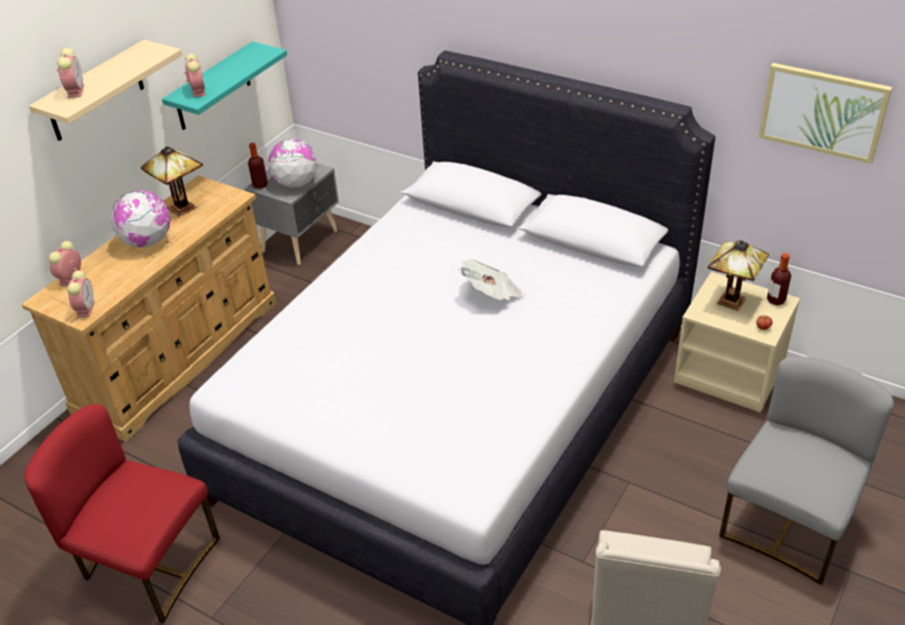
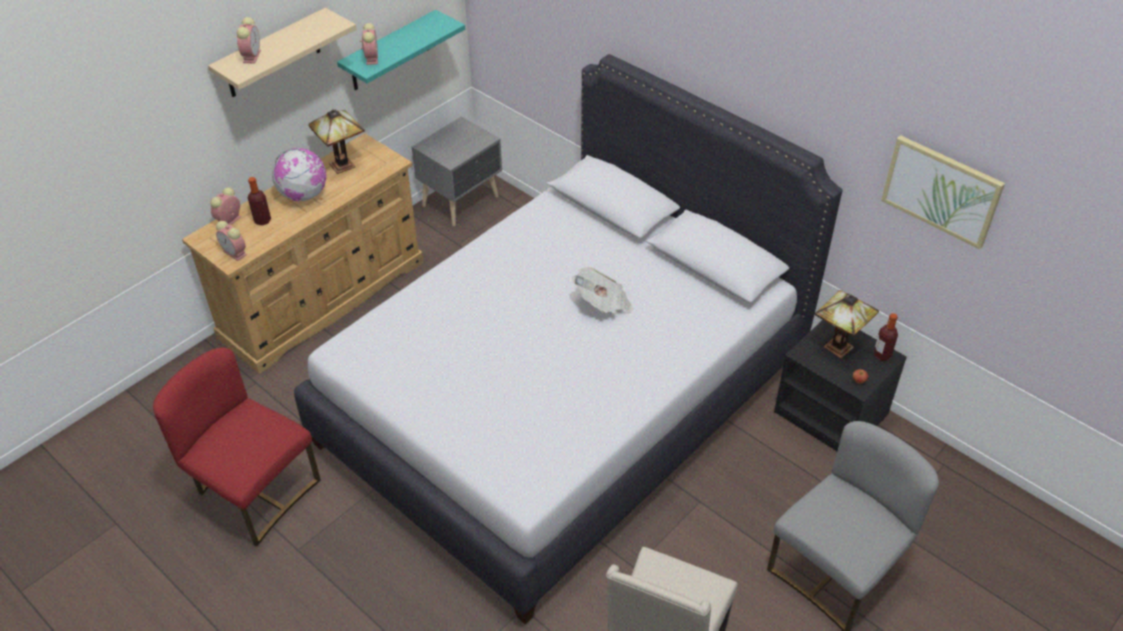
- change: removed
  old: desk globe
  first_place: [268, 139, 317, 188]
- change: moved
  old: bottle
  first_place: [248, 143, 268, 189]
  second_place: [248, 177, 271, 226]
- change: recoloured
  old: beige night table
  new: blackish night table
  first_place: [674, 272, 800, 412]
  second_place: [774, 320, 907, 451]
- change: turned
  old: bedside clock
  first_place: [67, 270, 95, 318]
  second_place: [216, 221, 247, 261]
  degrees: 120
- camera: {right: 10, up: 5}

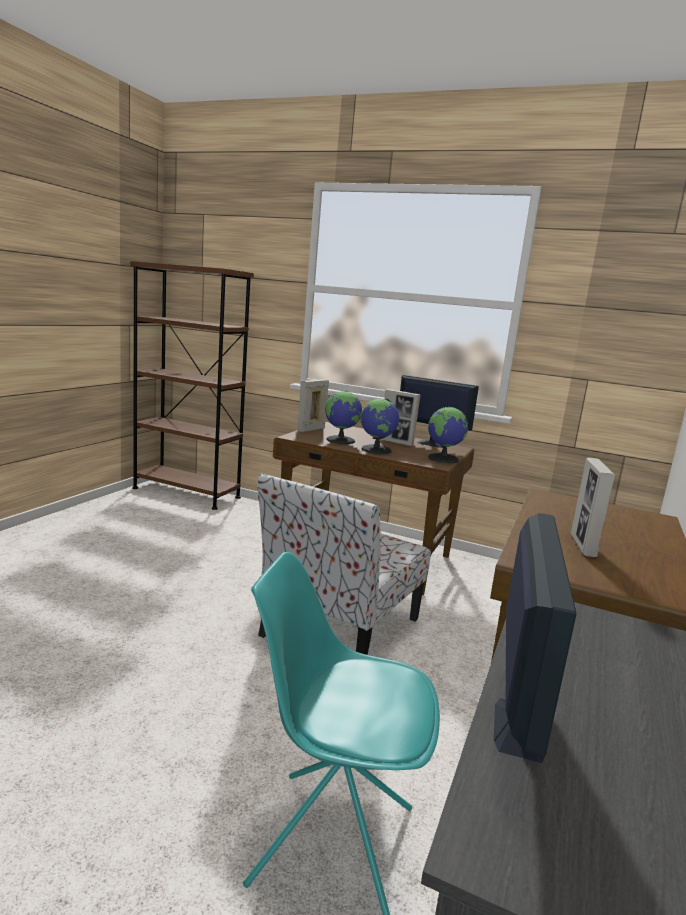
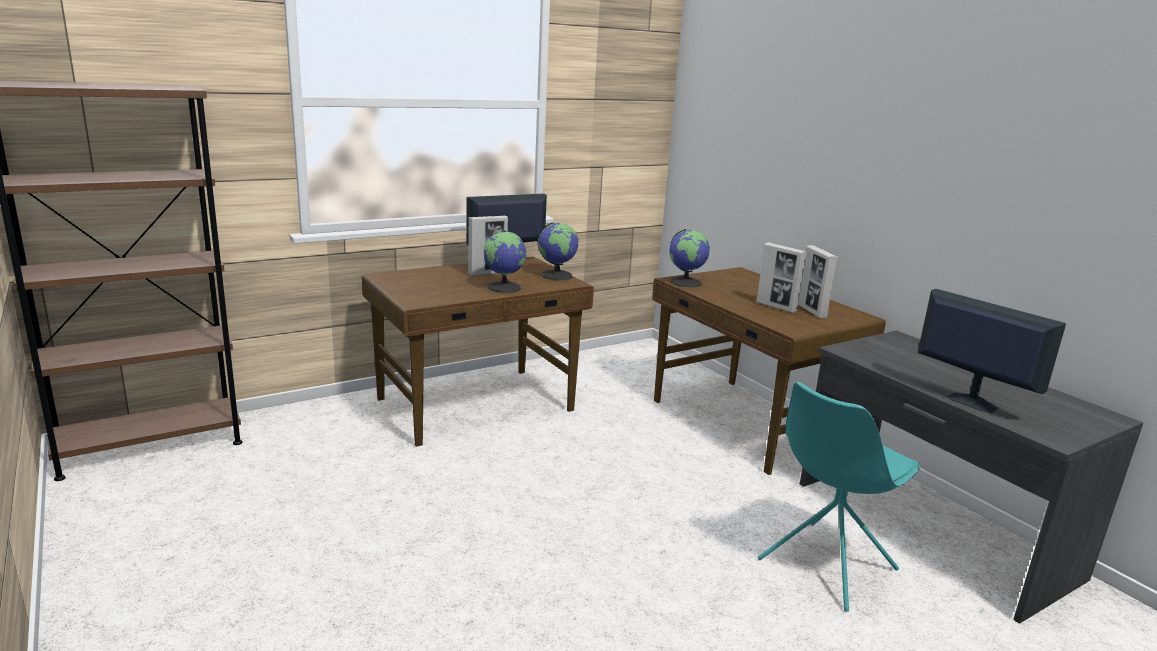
- change: removed
  old: plain chair
  first_place: [257, 473, 431, 655]
- change: moved
  old: photo frame
  first_place: [297, 379, 329, 432]
  second_place: [798, 245, 838, 318]
- change: moved
  old: desk globe
  first_place: [325, 390, 362, 444]
  second_place: [669, 229, 710, 287]
- camera: {right: -55, up: 5}

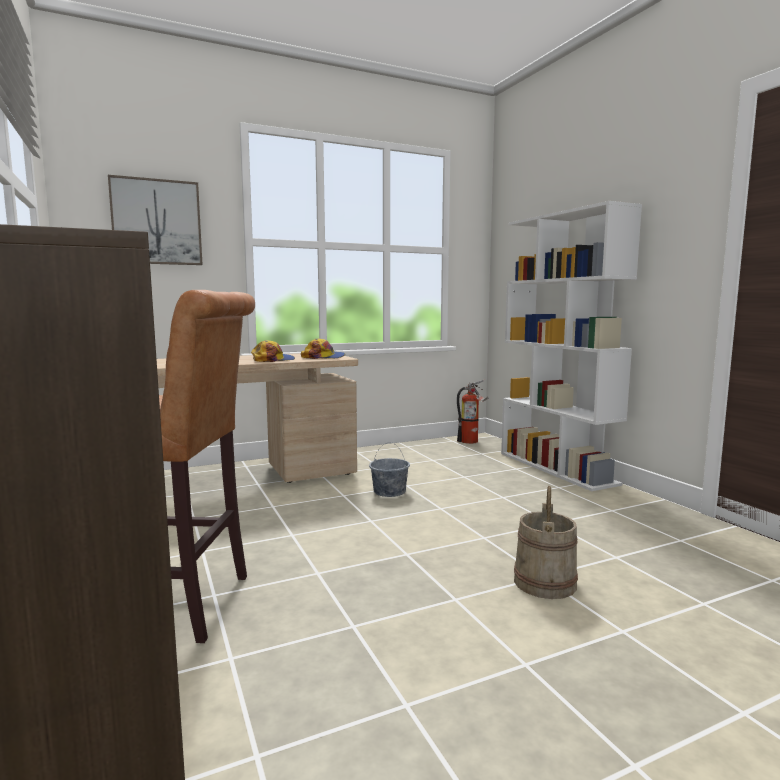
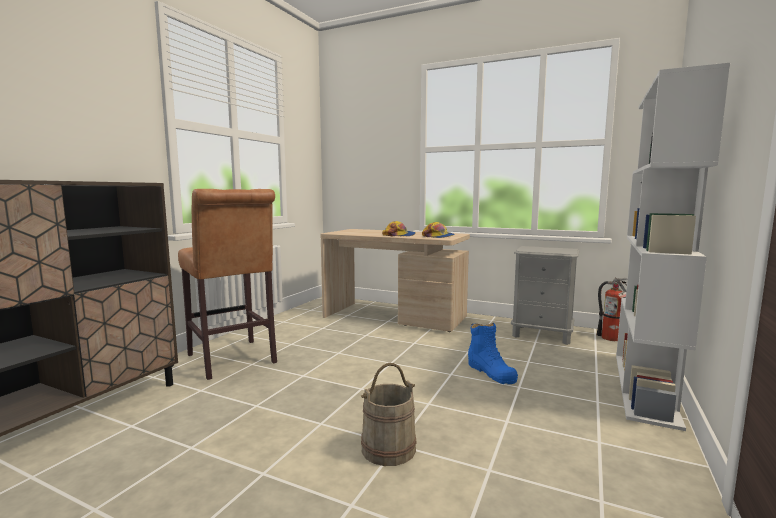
- change: removed
  old: picture
  first_place: [108, 175, 203, 265]
- change: removed
  old: grey water bucket
  first_place: [369, 442, 410, 497]
- change: added
  new: blue-coloured boot
  second_place: [468, 323, 518, 384]
- change: added
  new: grey night table
  second_place: [511, 246, 579, 345]
- camera: {right: 50, up: 0}

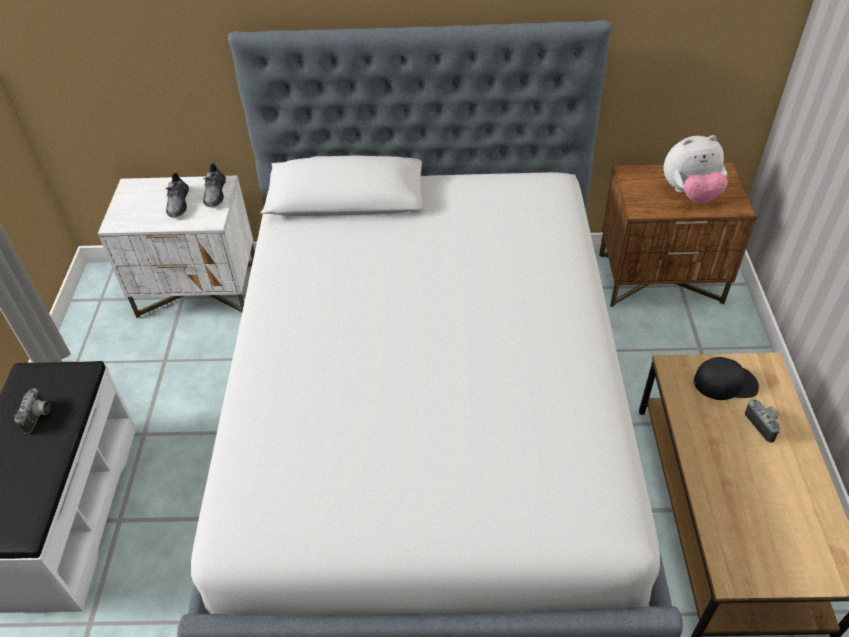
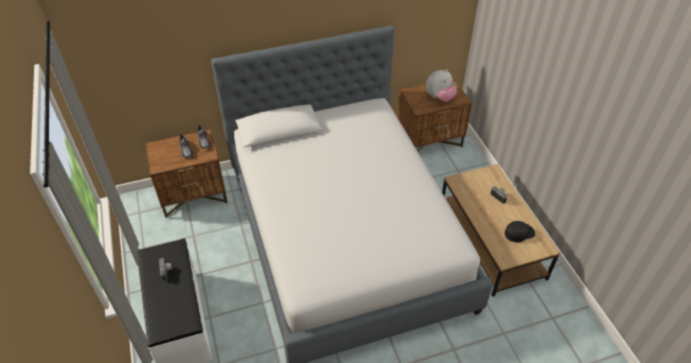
- change: moved
  old: blackish baseball cap
  first_place: [694, 357, 759, 400]
  second_place: [505, 221, 535, 242]
- change: recoloured
  old: white-coloured night table
  new: brownish night table
  first_place: [98, 176, 255, 318]
  second_place: [145, 129, 228, 218]
- camera: {right: -20, up: 0}

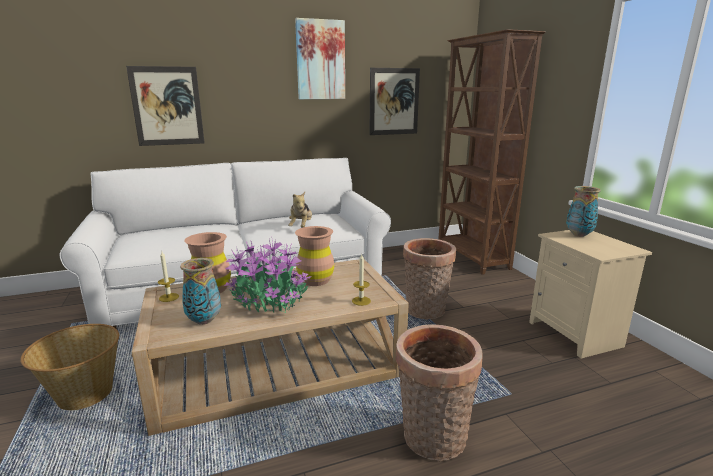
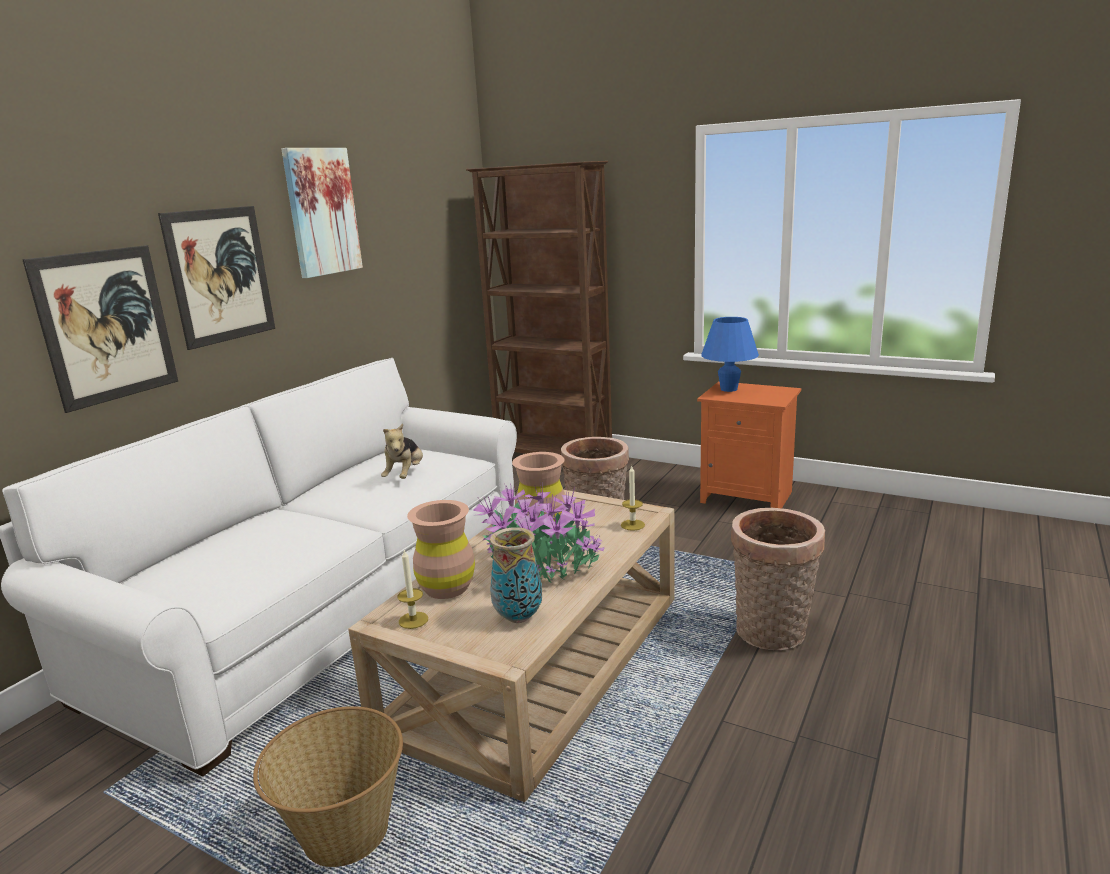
- change: moved
  old: picture
  first_place: [369, 68, 420, 135]
  second_place: [158, 206, 275, 350]
- change: replaced
  old: vase
  new: blue-coloured lamp for a table
  first_place: [566, 186, 601, 237]
  second_place: [701, 317, 759, 392]
- change: recoloured
  old: beige night table
  new: orange-coloured night table
  first_place: [529, 230, 652, 359]
  second_place: [697, 381, 801, 508]
- change: turned
  old: soft toy
  first_place: [288, 192, 312, 228]
  second_place: [381, 423, 423, 479]
  degrees: 45
- camera: {right: -40, up: 0}

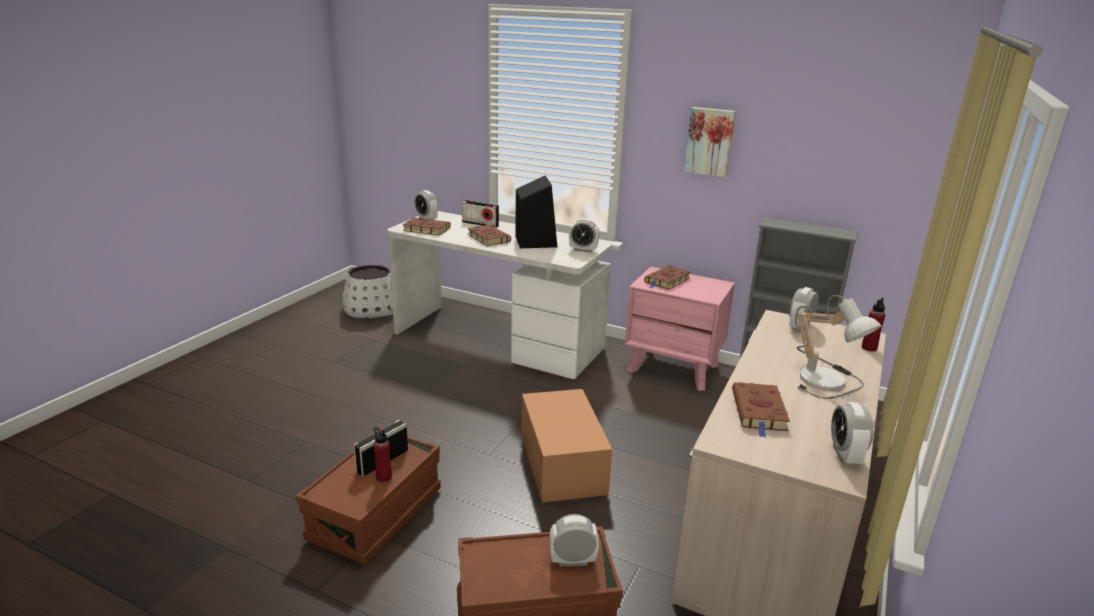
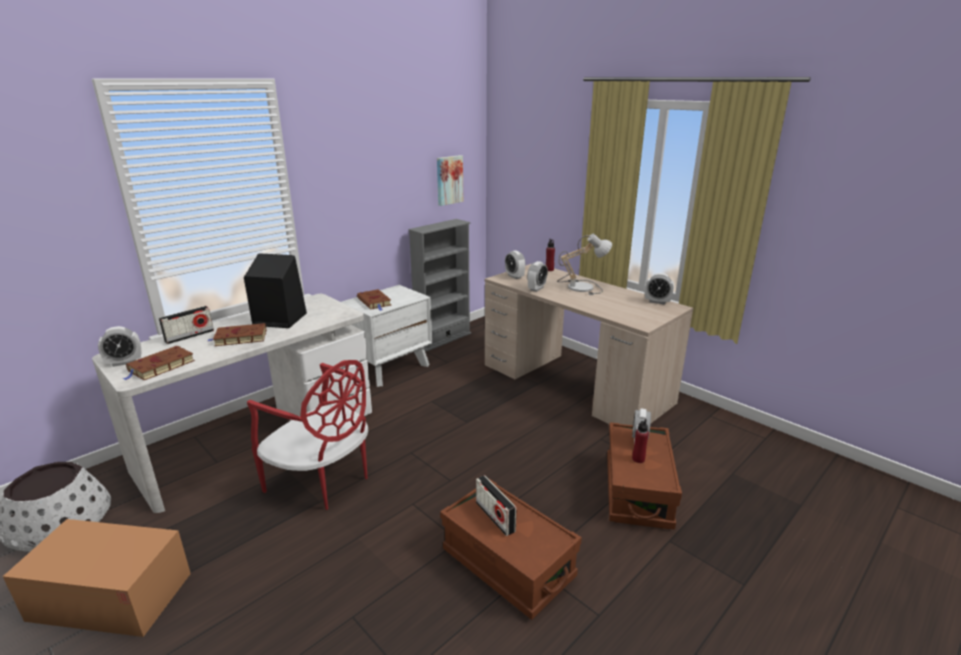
- change: removed
  old: brownish bound book
  first_place: [732, 382, 790, 438]
- change: added
  new: red plain chair
  second_place: [247, 360, 368, 510]
- change: moved
  old: red bottle
  first_place: [373, 427, 392, 482]
  second_place: [632, 419, 649, 463]
- change: moved
  old: carton
  first_place: [521, 389, 612, 503]
  second_place: [3, 519, 191, 637]
- change: moved
  old: bedside clock
  first_place: [569, 218, 599, 253]
  second_place: [527, 261, 548, 292]
- change: moved
  old: picture
  first_place: [684, 107, 735, 177]
  second_place: [437, 155, 463, 206]
- change: recoloured
  old: pink-coloured night table
  new: white-coloured night table
  first_place: [625, 267, 735, 391]
  second_place: [341, 285, 432, 387]
- camera: {right: -70, up: 0}

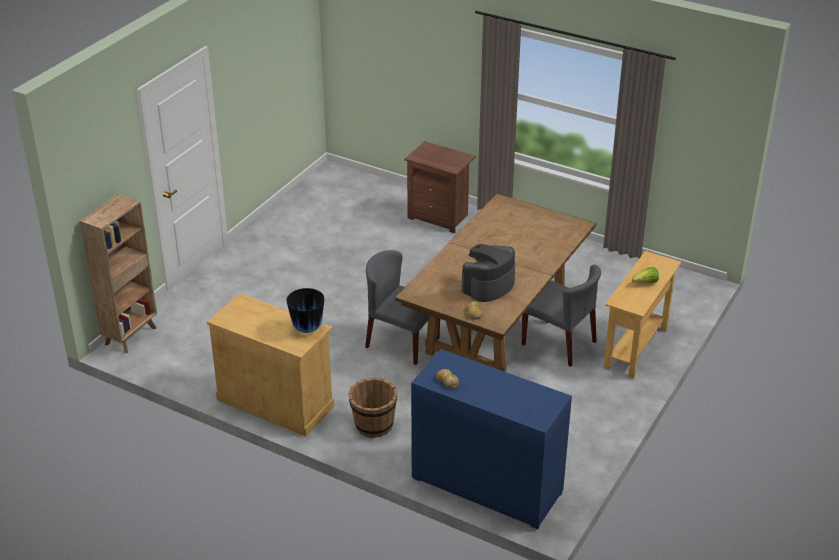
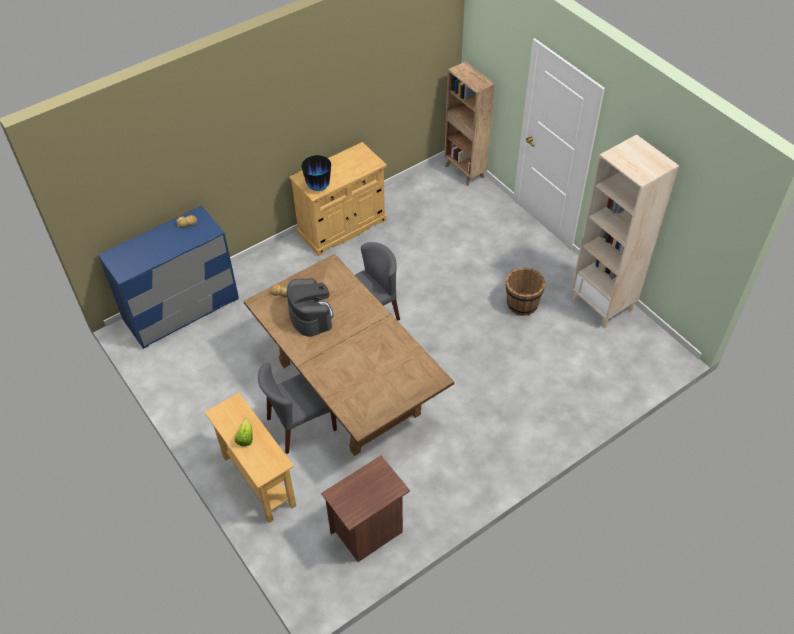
- change: added
  new: beige bookshelf
  second_place: [571, 134, 679, 328]
- change: moved
  old: brownish water bucket
  first_place: [348, 378, 397, 438]
  second_place: [505, 267, 545, 316]
- change: moved
  old: brownish night table
  first_place: [404, 141, 476, 233]
  second_place: [321, 455, 410, 562]
- camera: {right: 115, up: 15}

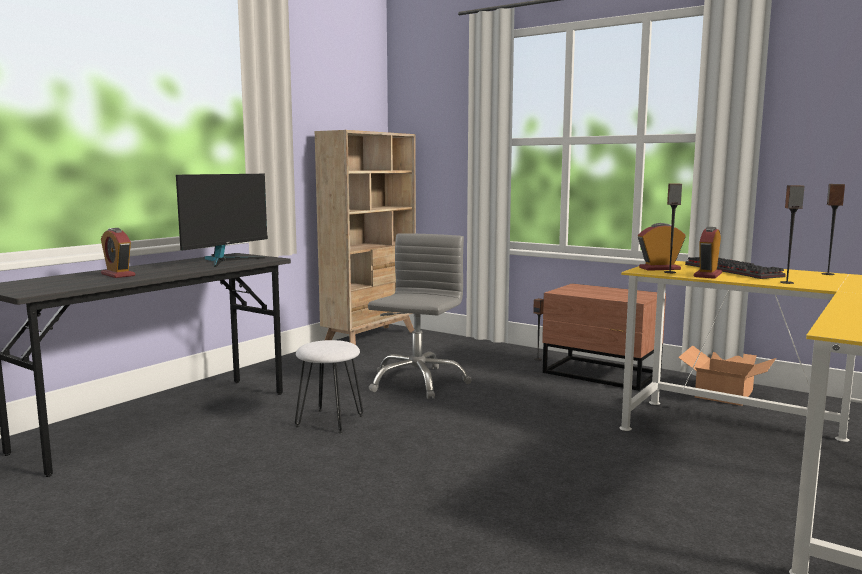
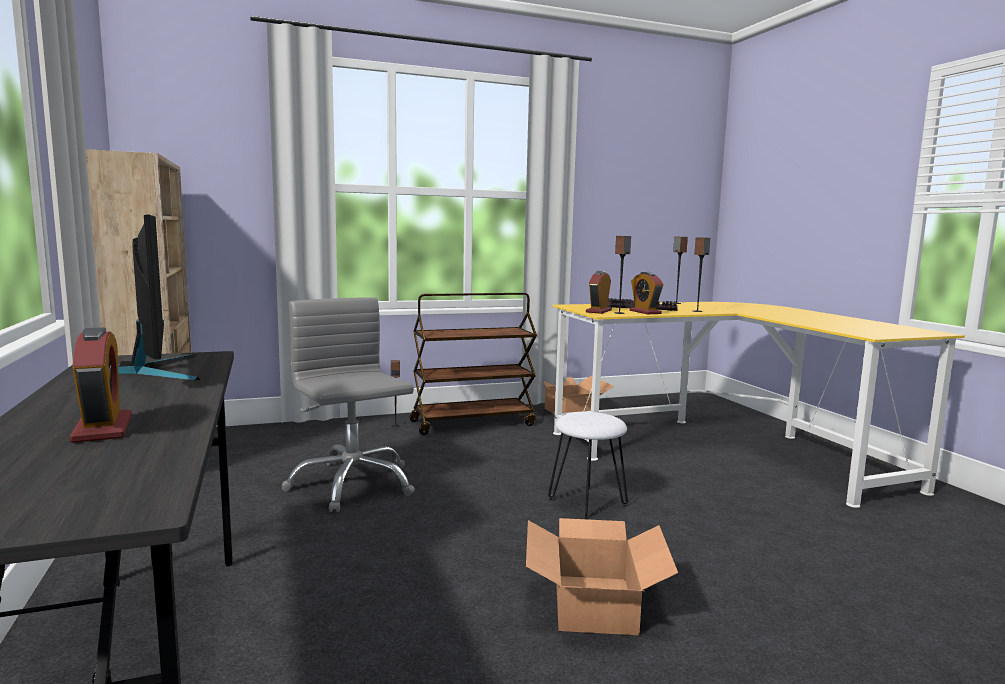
- change: added
  new: carton
  second_place: [526, 518, 678, 635]
- change: moved
  old: white-coloured sitting stool
  first_place: [295, 340, 363, 433]
  second_place: [548, 412, 628, 519]
- change: replaced
  old: brownish night table
  new: brownish trolley
  first_place: [542, 284, 666, 391]
  second_place: [409, 293, 537, 435]
- change: turned
  old: bedside clock
  first_place: [101, 228, 135, 278]
  second_place: [70, 327, 132, 443]
  degrees: -105
- camera: {right: -55, up: 0}

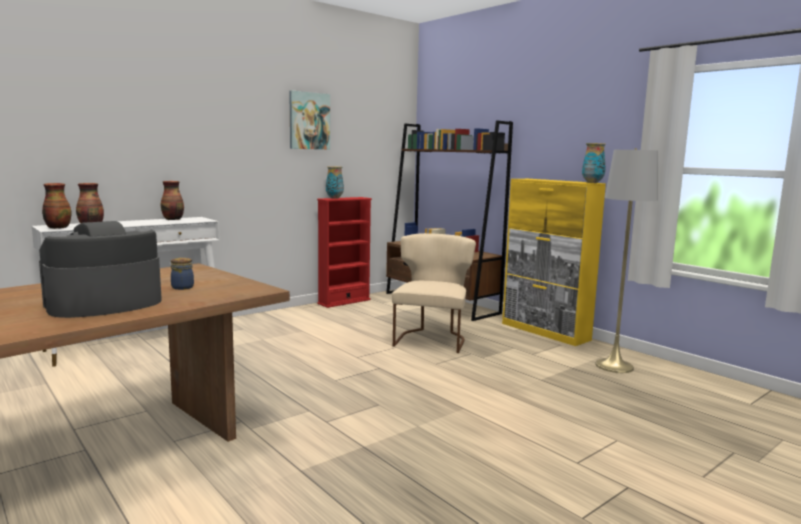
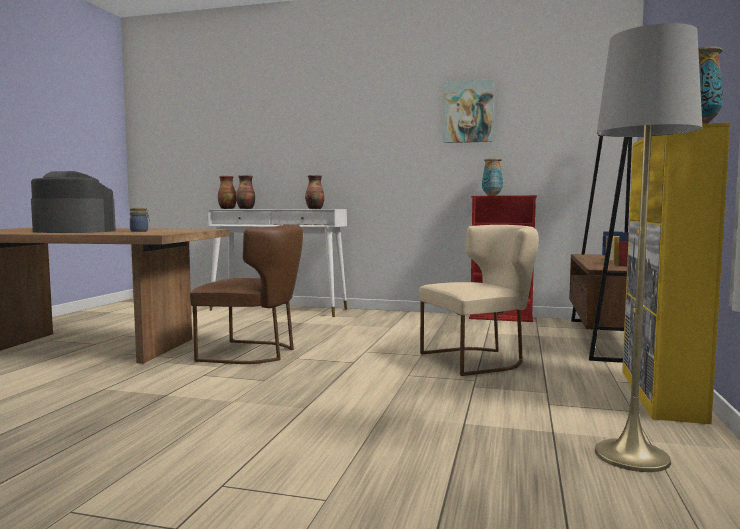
- change: added
  new: brownish plain chair
  second_place: [190, 224, 303, 364]
- camera: {right: 55, up: -5}

